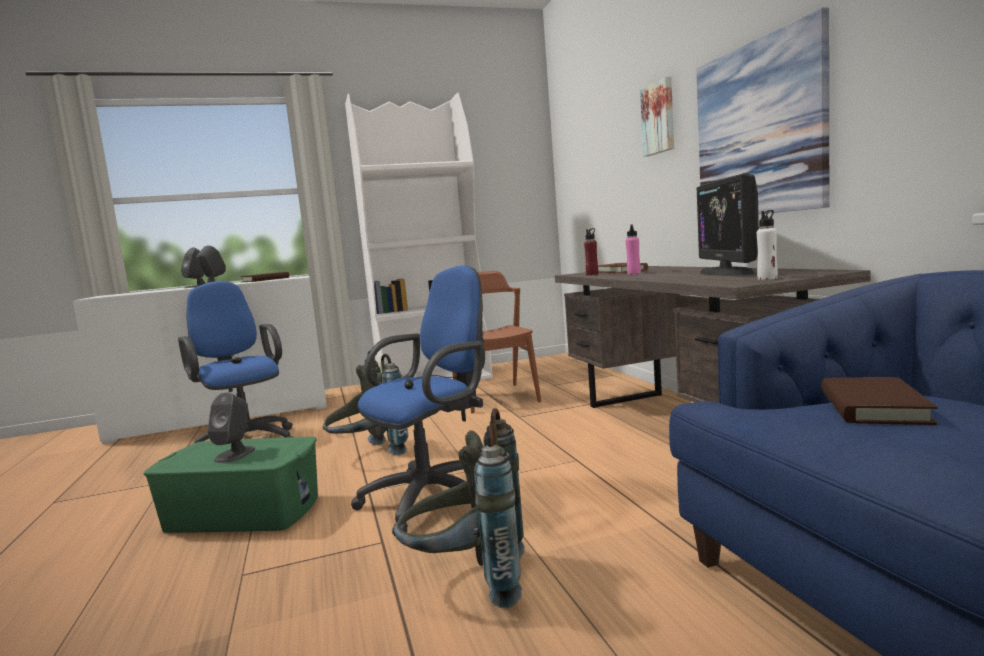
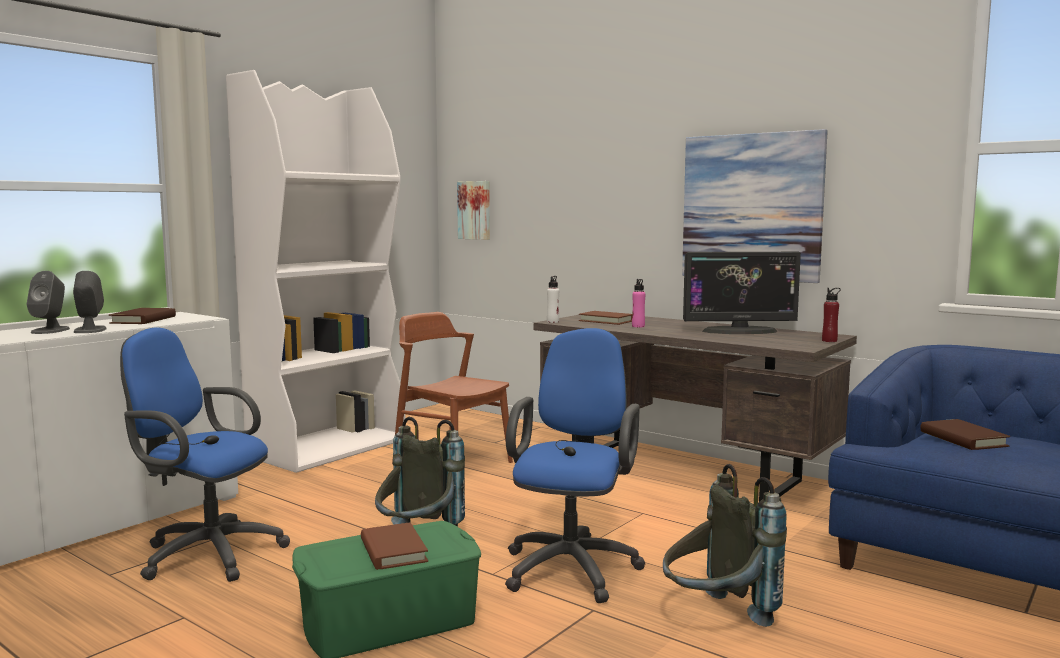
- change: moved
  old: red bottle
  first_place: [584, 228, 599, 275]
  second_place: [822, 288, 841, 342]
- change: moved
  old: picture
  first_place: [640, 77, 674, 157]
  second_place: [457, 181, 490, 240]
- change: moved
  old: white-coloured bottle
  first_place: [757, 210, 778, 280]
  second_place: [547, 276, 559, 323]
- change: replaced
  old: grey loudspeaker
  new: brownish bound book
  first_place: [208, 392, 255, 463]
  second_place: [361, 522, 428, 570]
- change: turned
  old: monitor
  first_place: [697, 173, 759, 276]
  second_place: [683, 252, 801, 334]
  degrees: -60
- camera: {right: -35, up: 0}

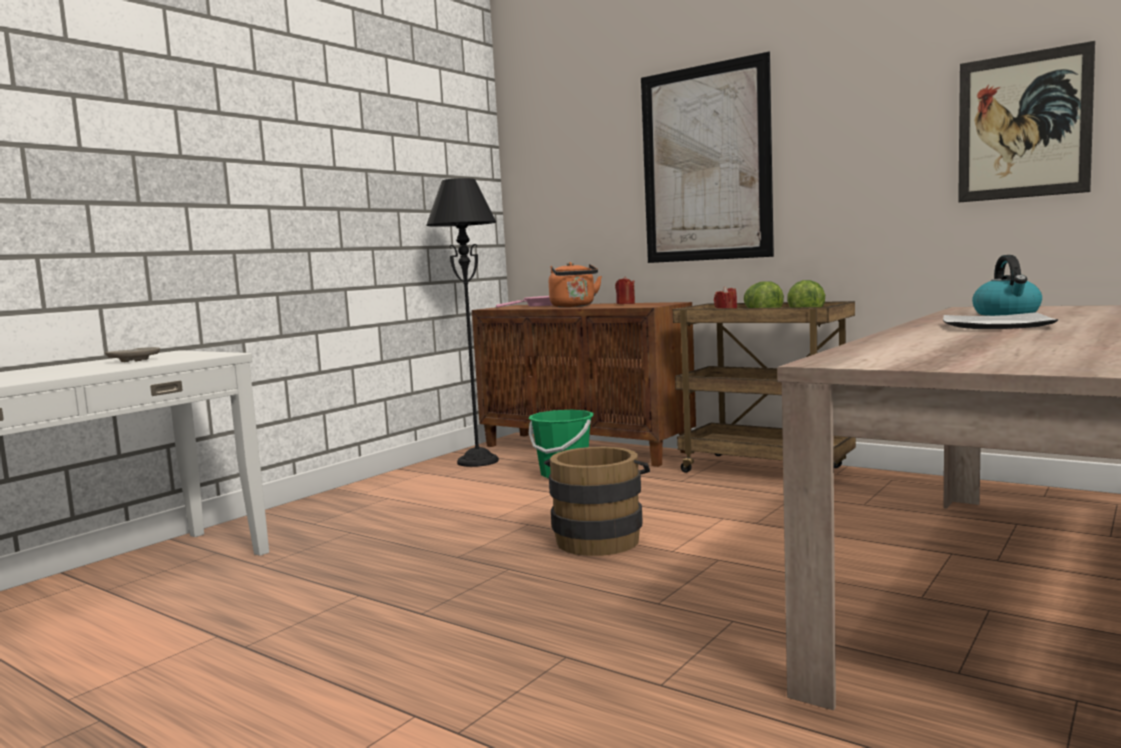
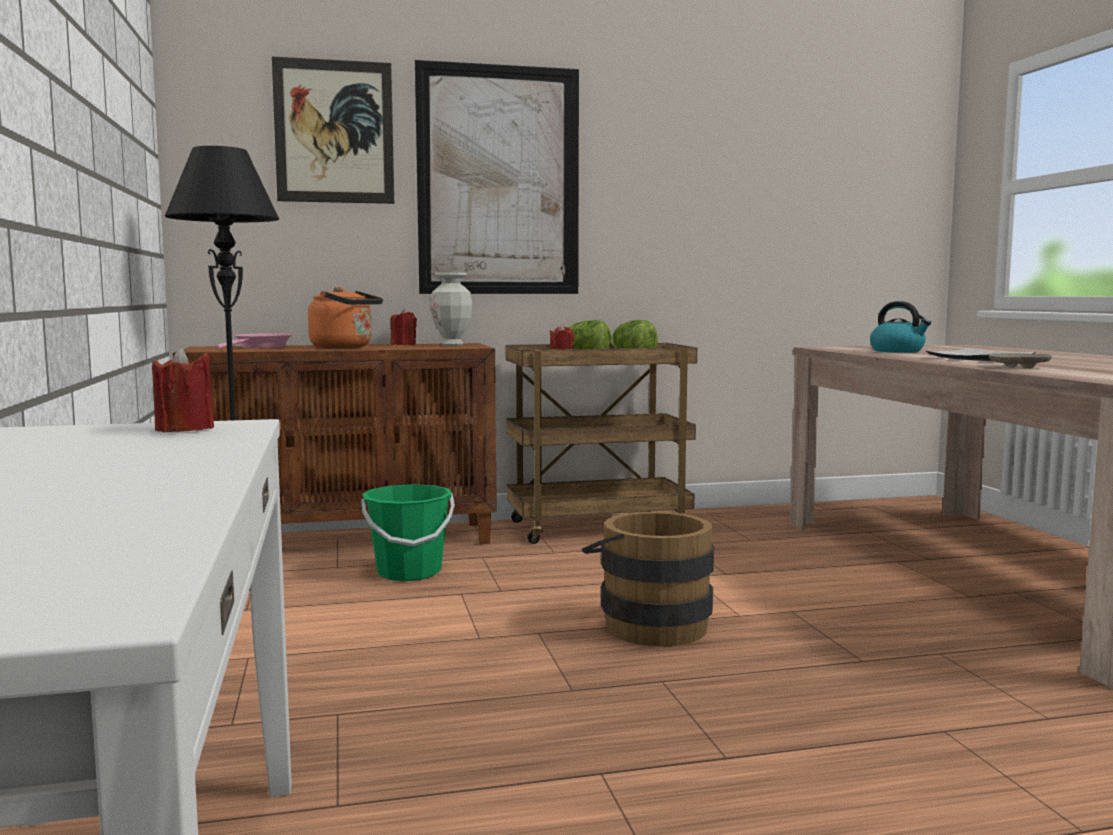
- change: added
  new: red wax candle
  second_place: [152, 347, 214, 432]
- change: added
  new: vase
  second_place: [430, 272, 472, 346]
- change: moved
  old: beige plate
  first_place: [105, 347, 160, 362]
  second_place: [989, 353, 1052, 368]
- change: moved
  old: picture
  first_place: [958, 41, 1095, 202]
  second_place: [272, 56, 394, 204]
- camera: {right: -50, up: 0}

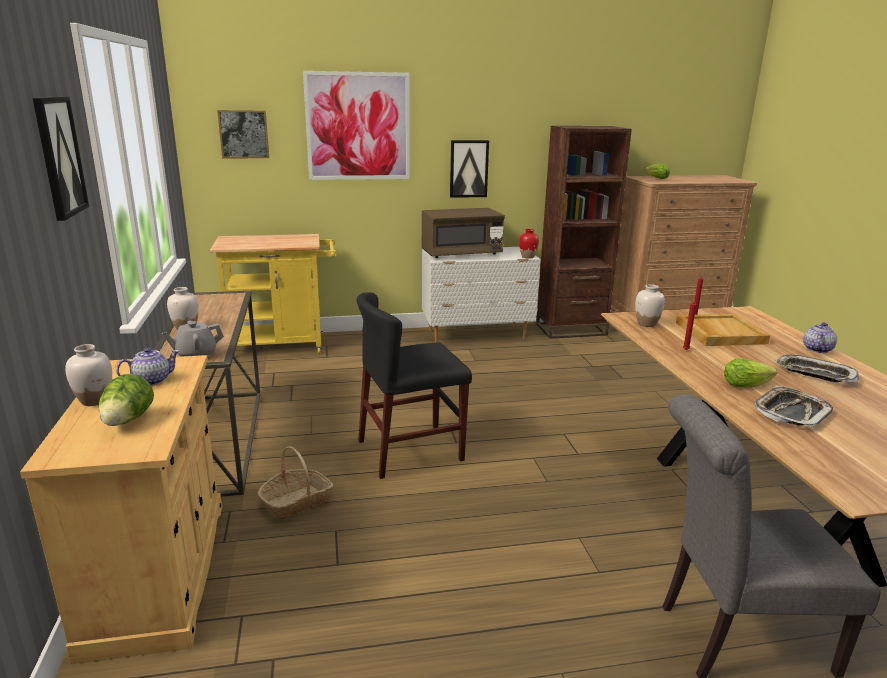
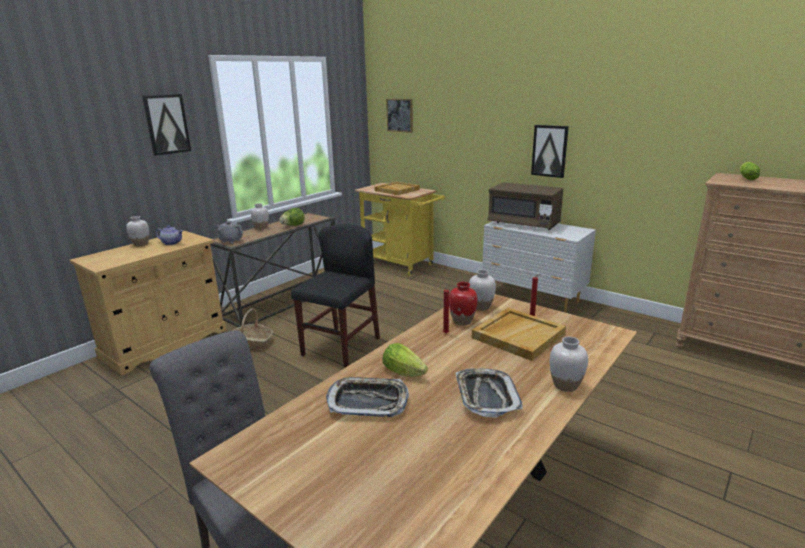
- change: removed
  old: picture
  first_place: [303, 71, 410, 180]
- change: removed
  old: brownish bookshelf
  first_place: [536, 126, 632, 339]
- change: added
  new: beige tray
  second_place: [375, 182, 420, 195]
- change: moved
  old: head of lettuce
  first_place: [99, 374, 154, 426]
  second_place: [279, 208, 305, 226]
- change: moved
  old: red vase
  first_place: [519, 229, 539, 259]
  second_place: [449, 282, 478, 325]
- change: replaced
  old: pot for tea
  new: white-coloured vase
  first_place: [803, 322, 837, 353]
  second_place: [550, 336, 588, 392]
- change: turned
  old: blackish plain chair
  first_place: [357, 292, 472, 479]
  second_place: [291, 224, 380, 367]
  degrees: 90
- camera: {right: 50, up: 0}

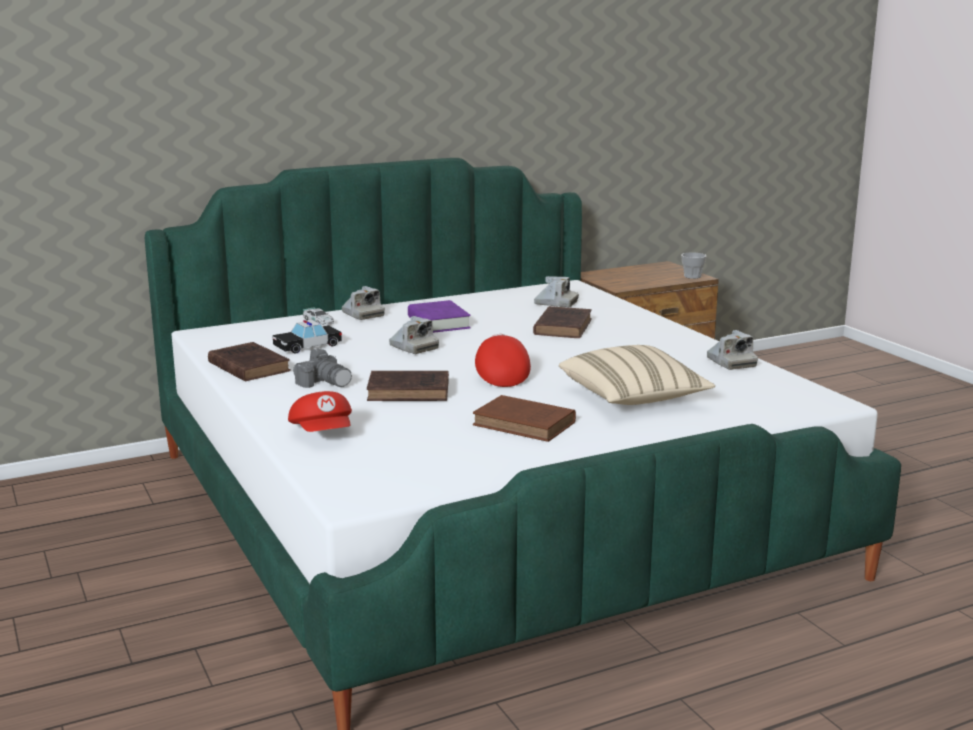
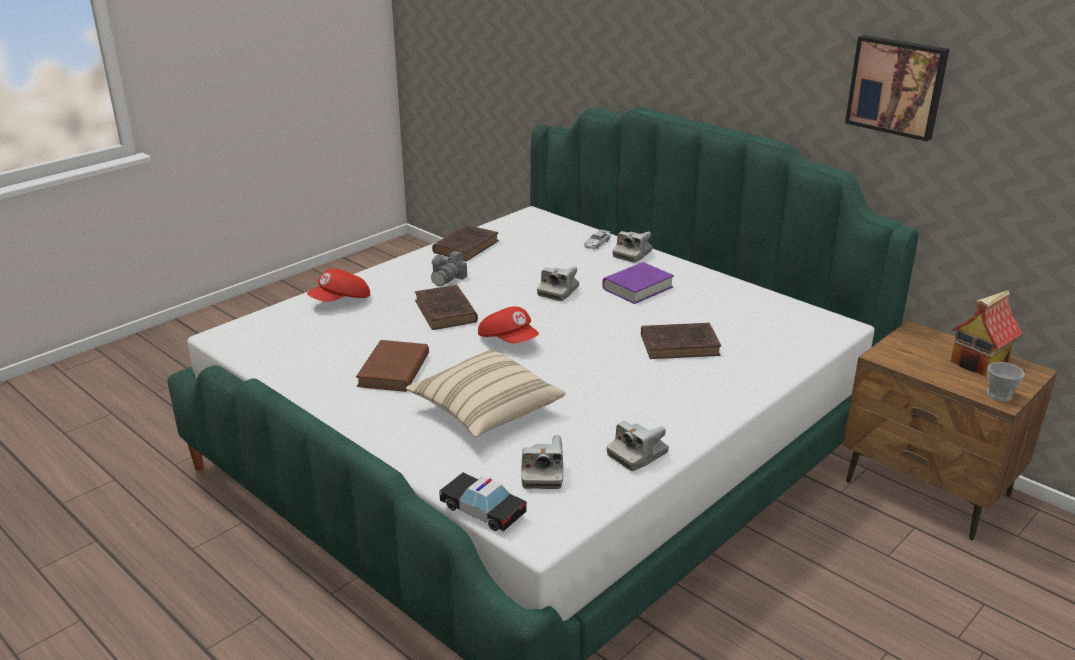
- change: added
  new: picture
  second_place: [845, 35, 949, 141]
- change: added
  new: toy house
  second_place: [950, 290, 1022, 376]
- change: moved
  old: miniature car
  first_place: [273, 320, 342, 354]
  second_place: [439, 473, 527, 531]
- change: moved
  old: photo camera
  first_place: [534, 276, 579, 307]
  second_place: [521, 435, 563, 489]
- change: turned
  old: red baseball cap
  first_place: [475, 334, 531, 387]
  second_place: [478, 306, 539, 343]
  degrees: 75
- camera: {right: 70, up: 10}

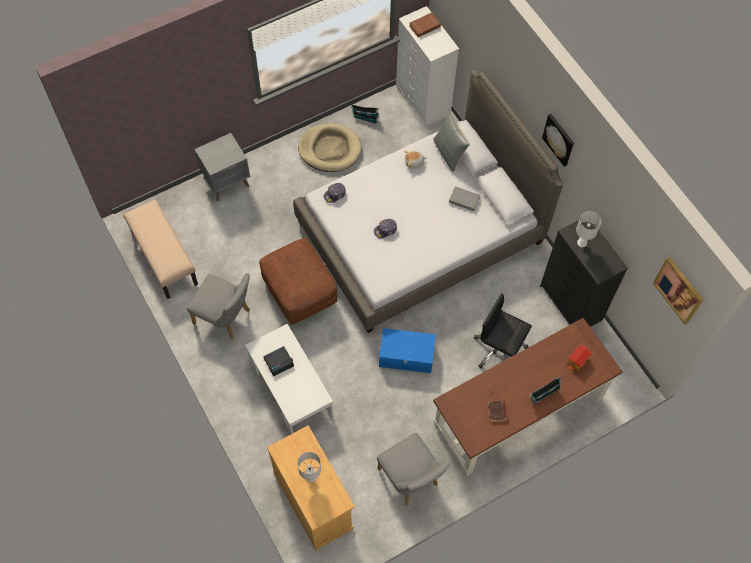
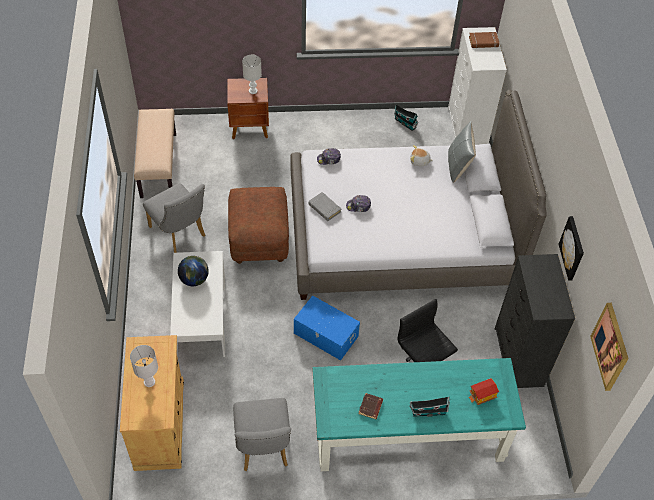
- change: removed
  old: beige pet bed
  first_place: [298, 123, 361, 172]
- change: moved
  old: grey bound book
  first_place: [449, 186, 481, 211]
  second_place: [309, 192, 341, 221]
- change: moved
  old: picture
  first_place: [542, 114, 574, 167]
  second_place: [558, 216, 584, 281]
- change: moved
  old: white-coloured lamp for a table
  first_place: [576, 211, 601, 247]
  second_place: [242, 55, 262, 94]
- change: replaced
  old: bedside clock
  new: desk globe
  first_place: [263, 346, 294, 376]
  second_place: [178, 256, 209, 286]
- change: recoloured
  old: grey night table
  new: brownish night table
  first_place: [194, 133, 250, 201]
  second_place: [227, 78, 269, 139]
- change: recoloured
  old: brownish desk unit
  new: turquoise desk unit
  first_place: [433, 318, 623, 476]
  second_place: [312, 358, 526, 471]
- camera: {right: 25, up: -10}

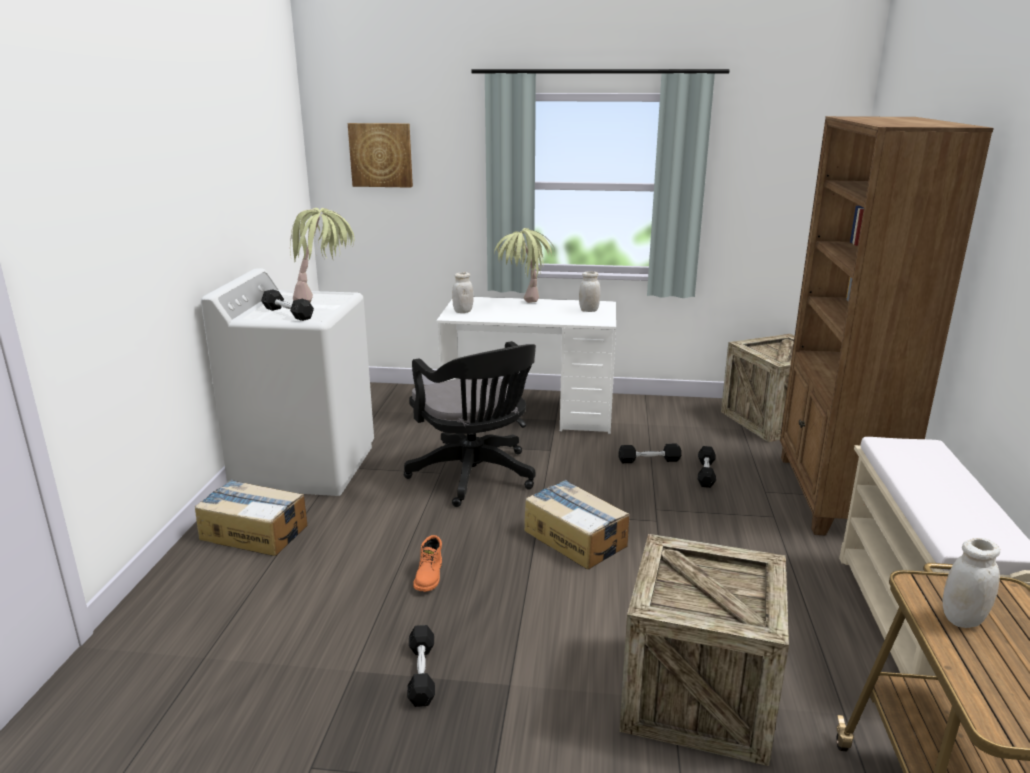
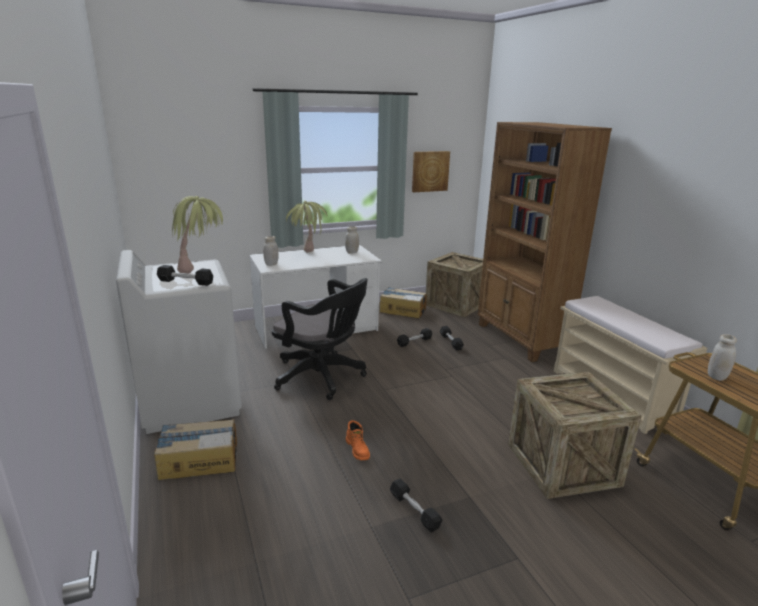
- change: moved
  old: picture
  first_place: [348, 123, 413, 188]
  second_place: [412, 151, 450, 192]
- change: moved
  old: carton
  first_place: [524, 480, 629, 569]
  second_place: [380, 287, 427, 318]
- camera: {right: -30, up: 0}

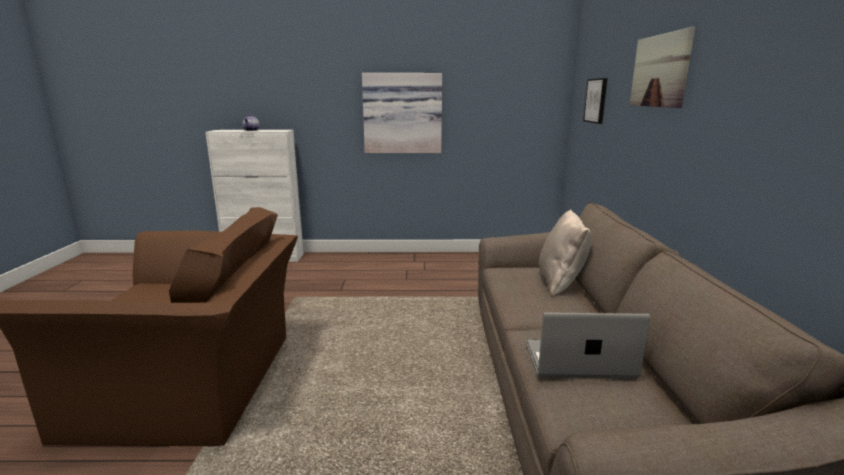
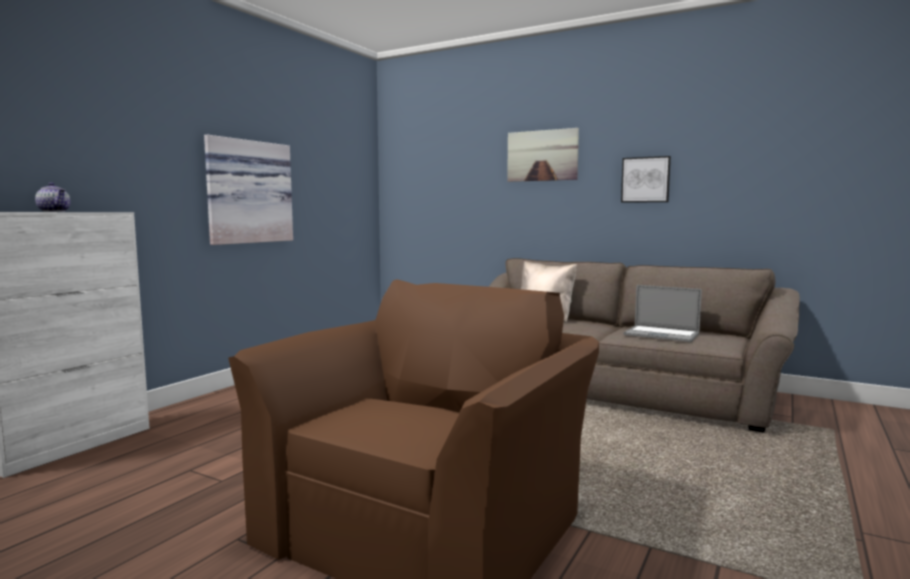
- change: moved
  old: picture
  first_place: [583, 78, 607, 124]
  second_place: [621, 156, 671, 203]
- change: turned
  old: notebook computer
  first_place: [525, 312, 650, 379]
  second_place: [623, 285, 702, 342]
  degrees: -90
- camera: {right: -60, up: -10}

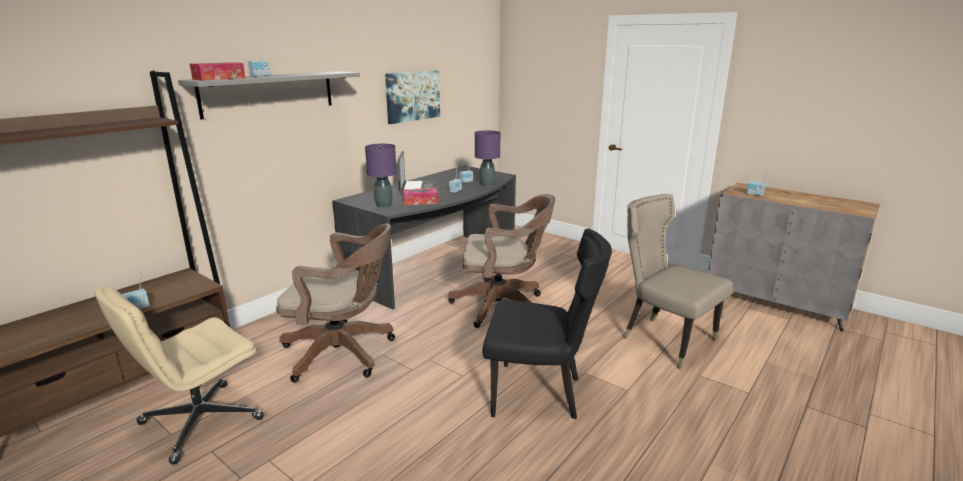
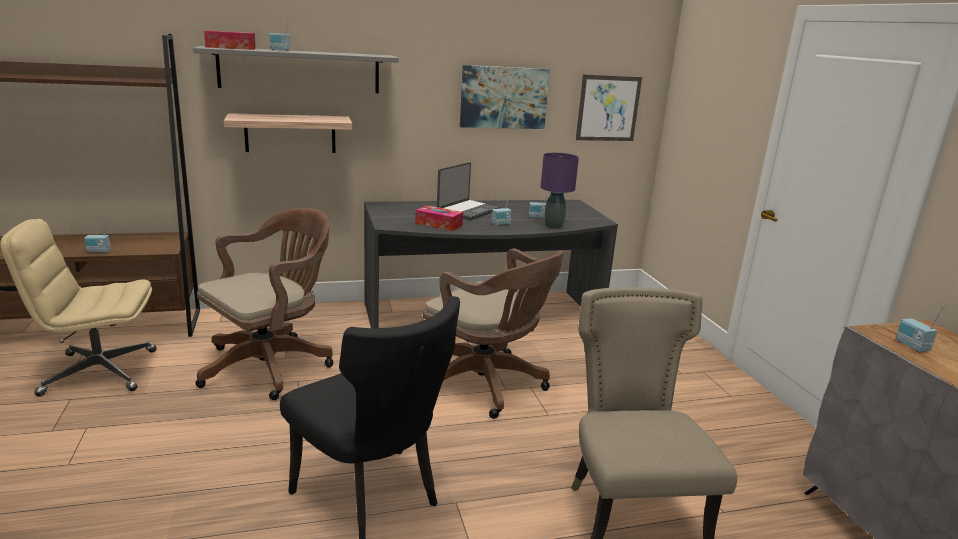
- change: removed
  old: purplish lamp for a table
  first_place: [365, 144, 397, 208]
- change: added
  new: bracket shelf
  second_place: [224, 113, 353, 153]
- change: added
  new: picture
  second_place: [576, 75, 642, 141]
- change: turned
  old: brownish desk chair
  first_place: [276, 224, 395, 383]
  second_place: [195, 208, 333, 400]
  degrees: -90
- camera: {right: 35, up: 0}

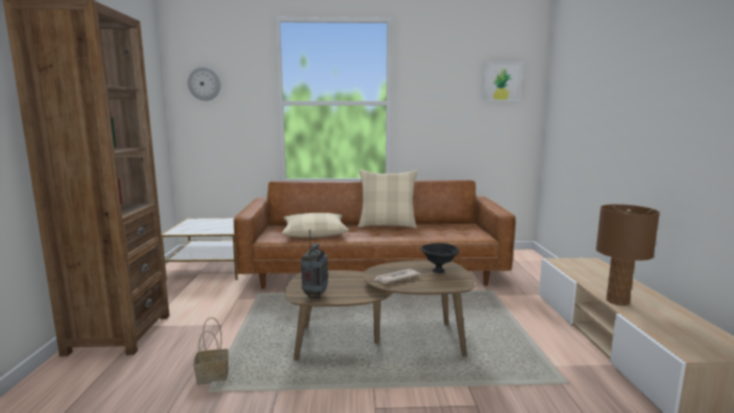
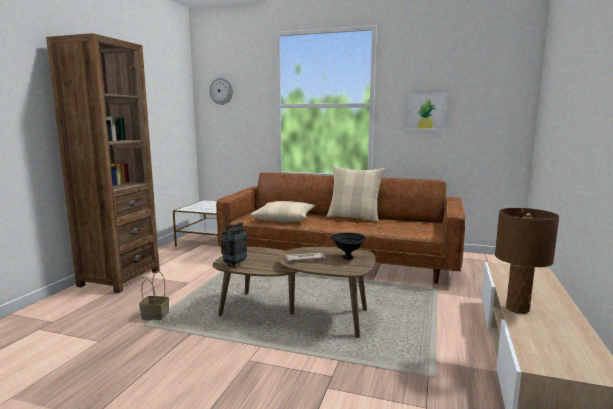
- change: moved
  old: picture
  first_place: [483, 62, 522, 101]
  second_place: [408, 93, 447, 130]
- camera: {right: 20, up: 0}

